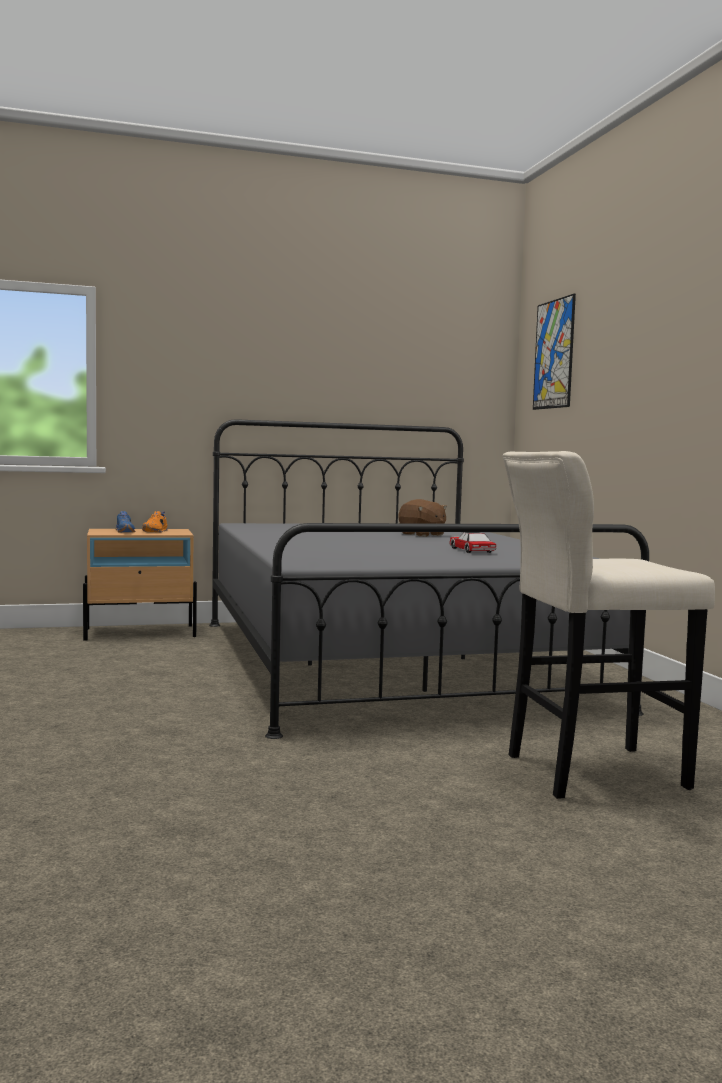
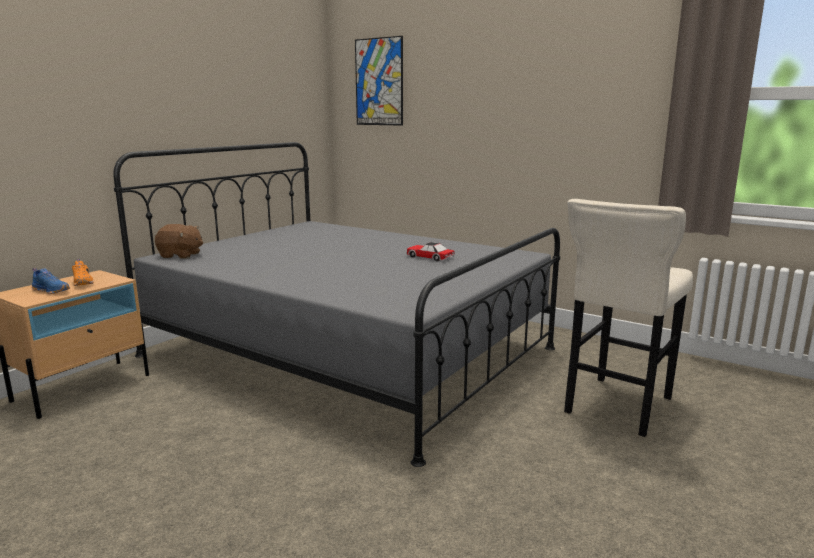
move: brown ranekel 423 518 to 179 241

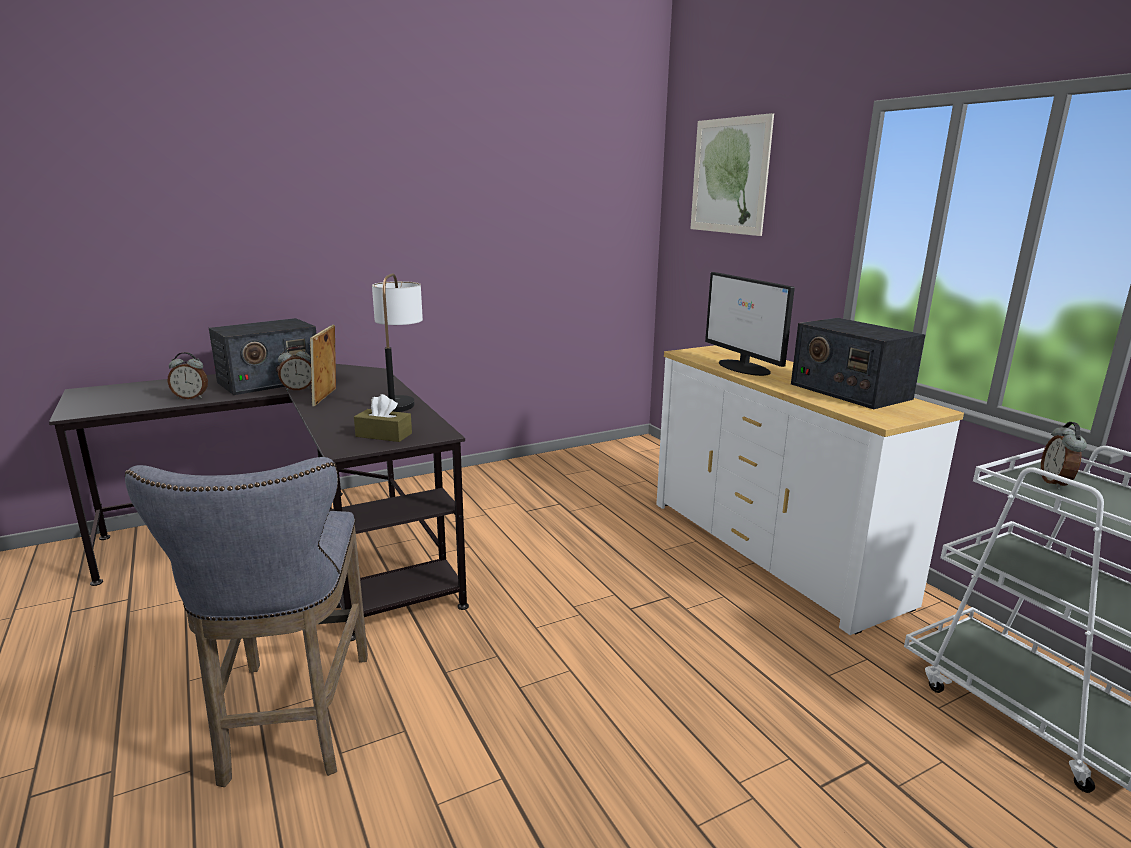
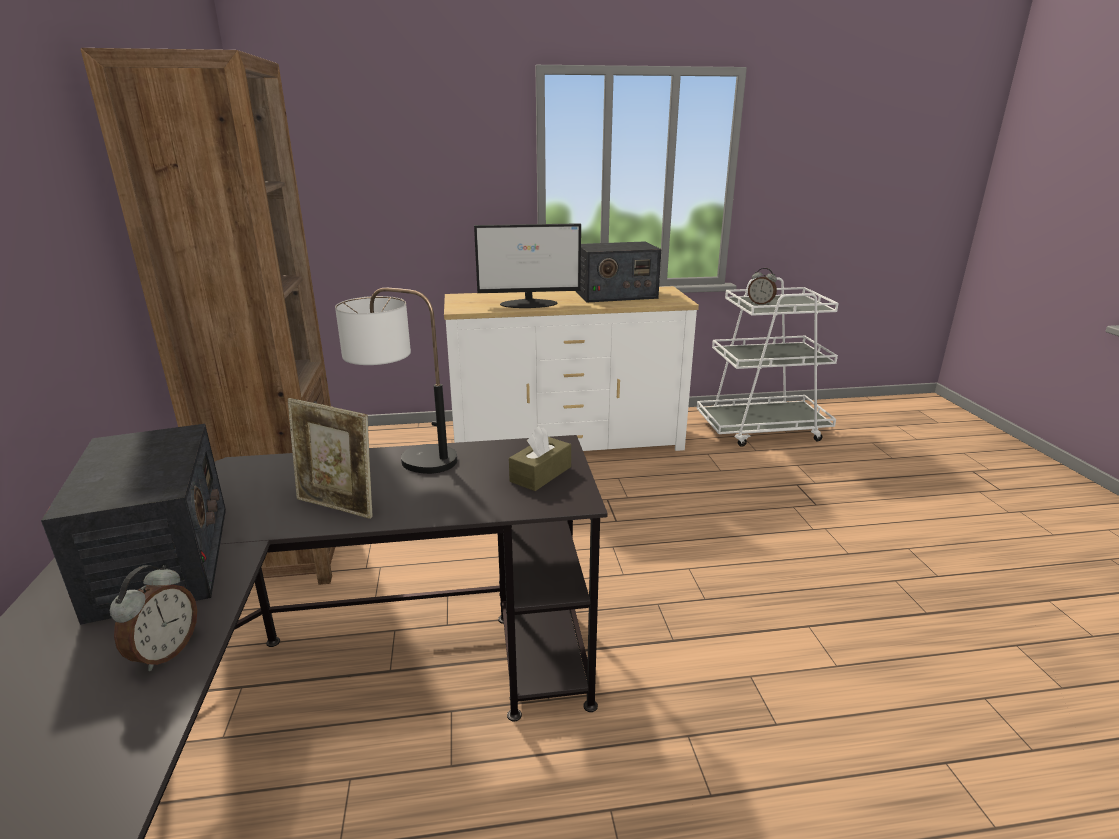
delete: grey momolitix 246 622; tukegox 295 368; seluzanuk 732 174
insert: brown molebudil 208 316

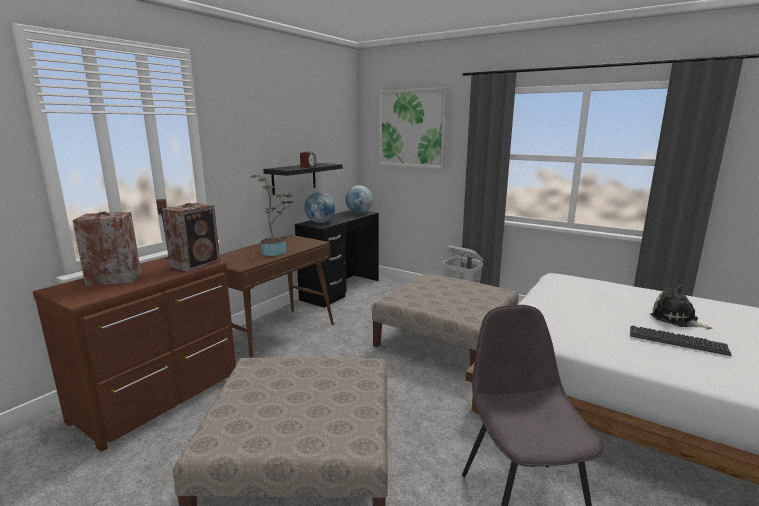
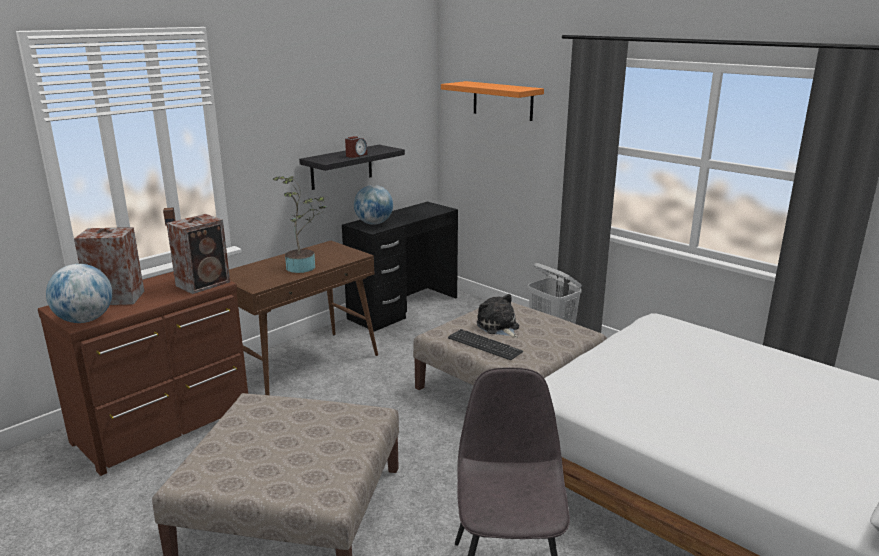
move: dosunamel 359 199 to 79 293; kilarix 680 341 to 485 344; ranekel 681 307 to 498 316
replace: seluzanuk 413 128 to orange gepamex 492 101

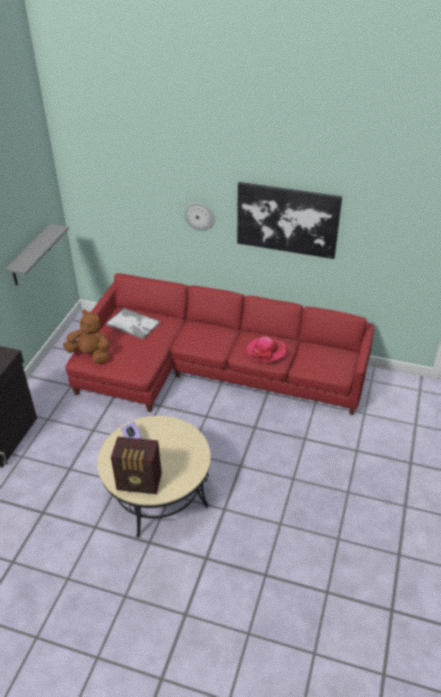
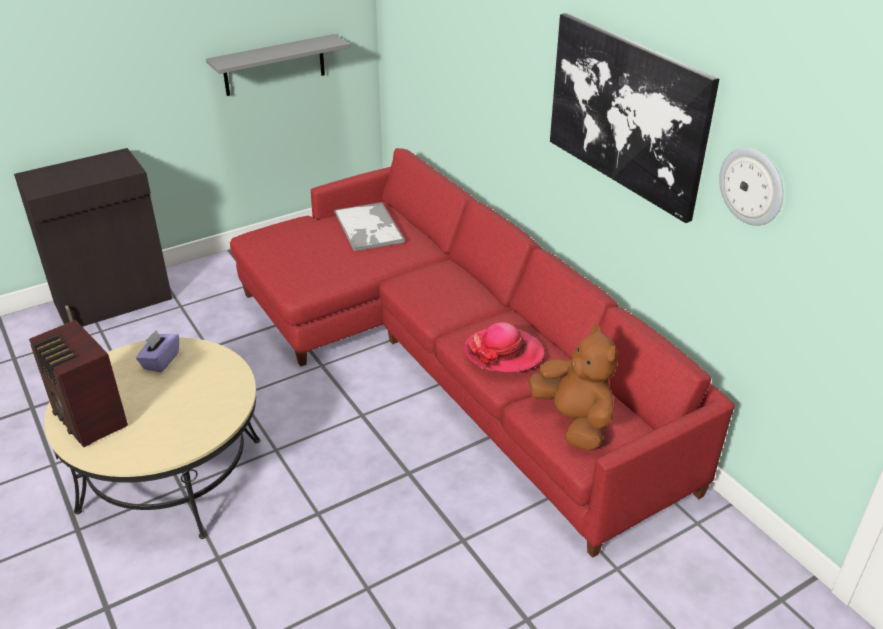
move: brown ranekel 86 337 to 573 387; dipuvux 199 216 to 751 187

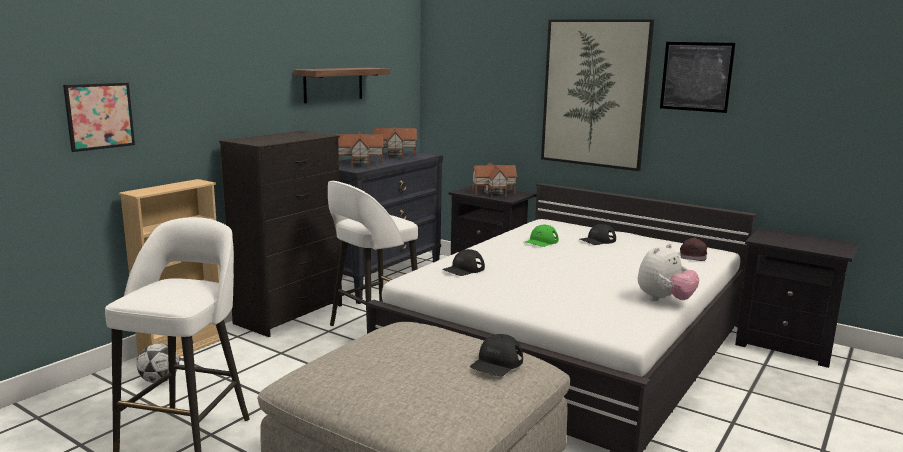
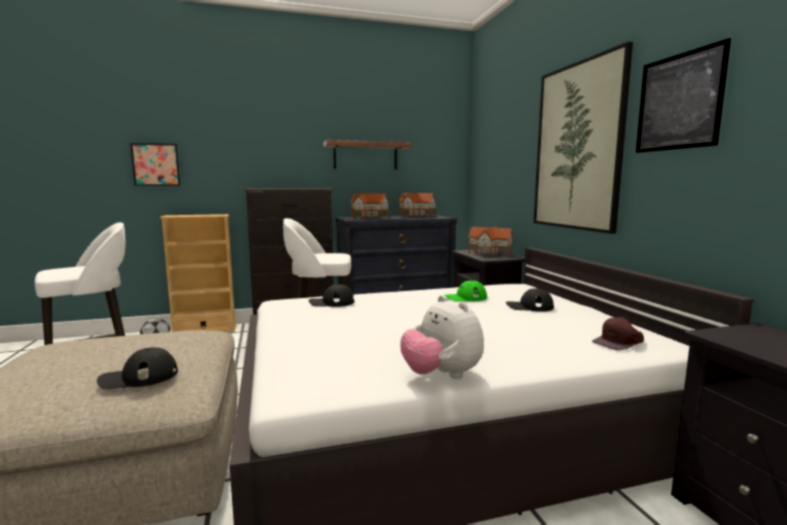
rotate: ranekel 668 272 = 442 337 60 degrees clockwise

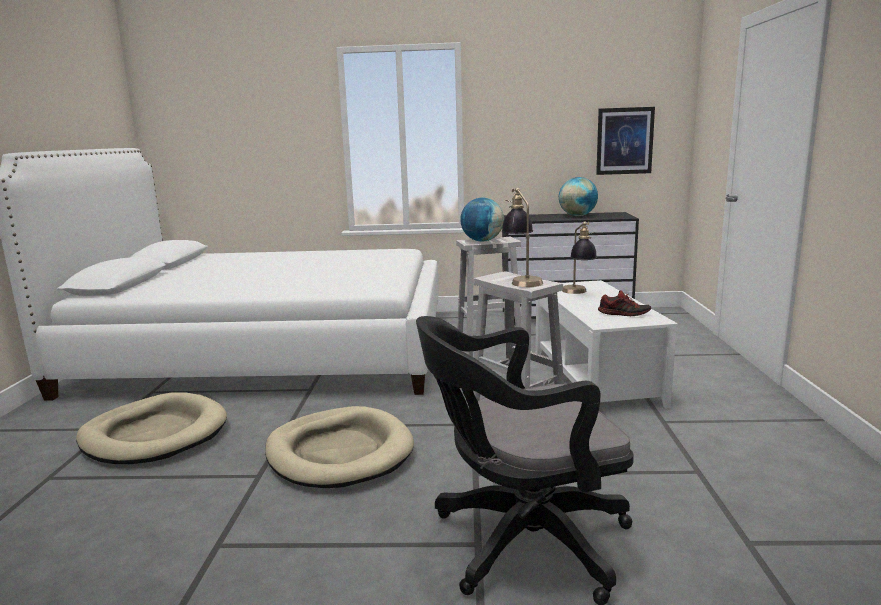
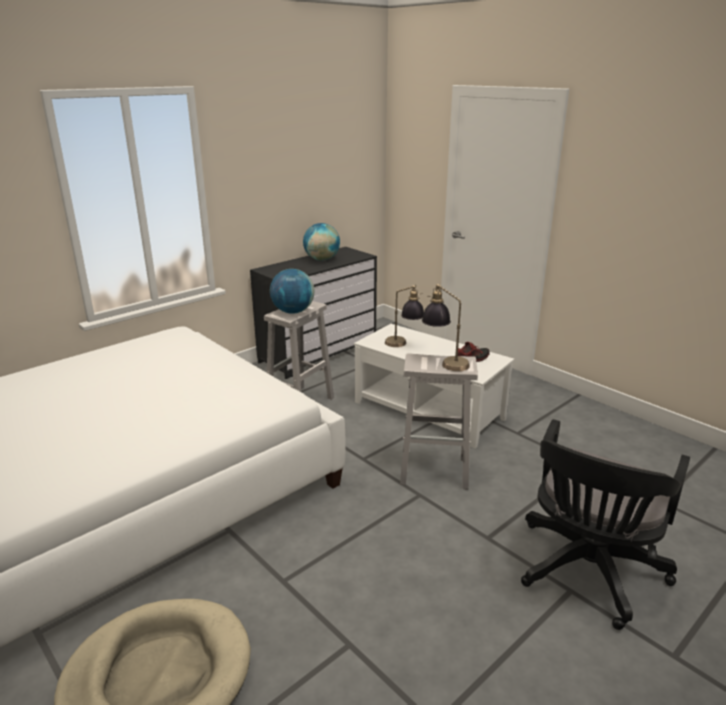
delete: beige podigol 339 447; seluzanuk 625 141

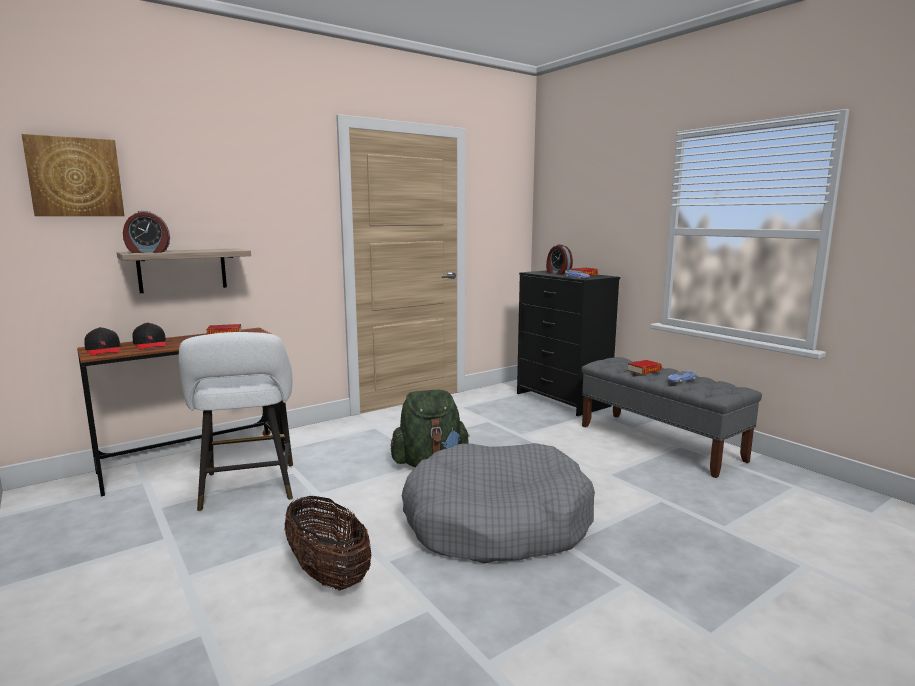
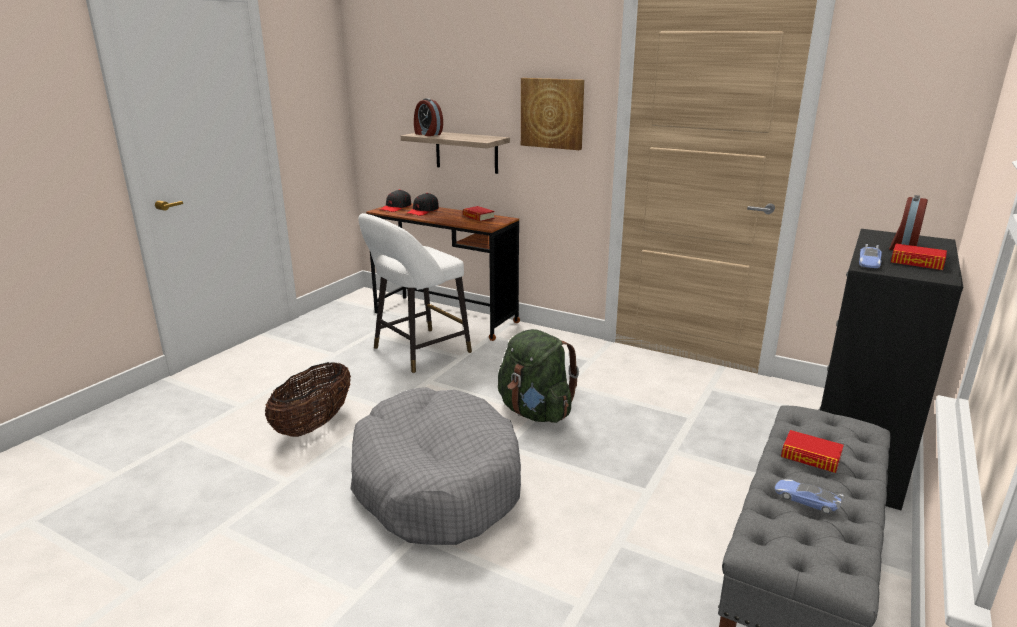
move: seluzanuk 73 175 to 552 114

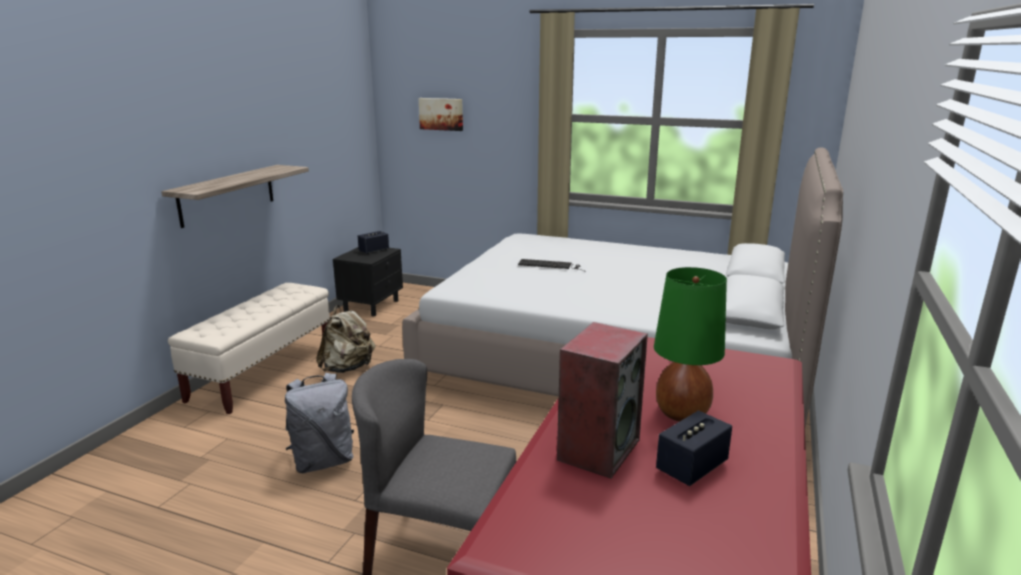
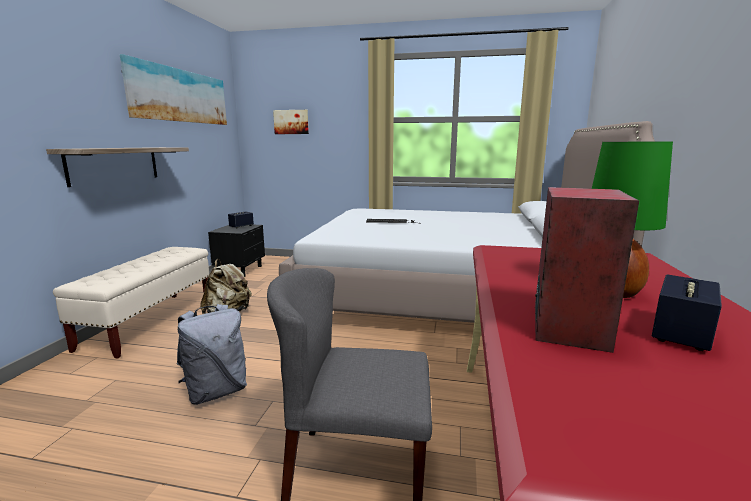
insert: seluzanuk 173 89

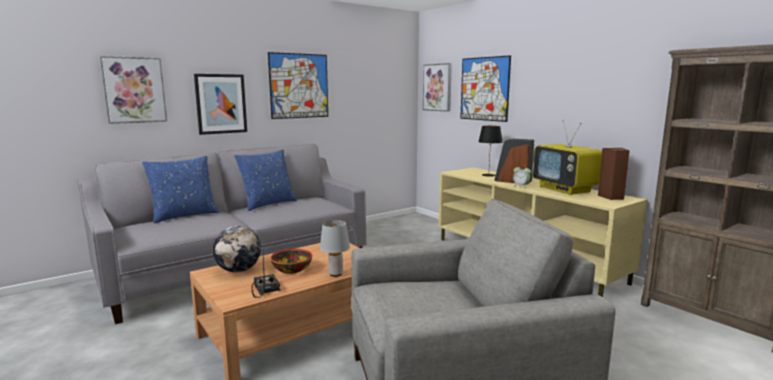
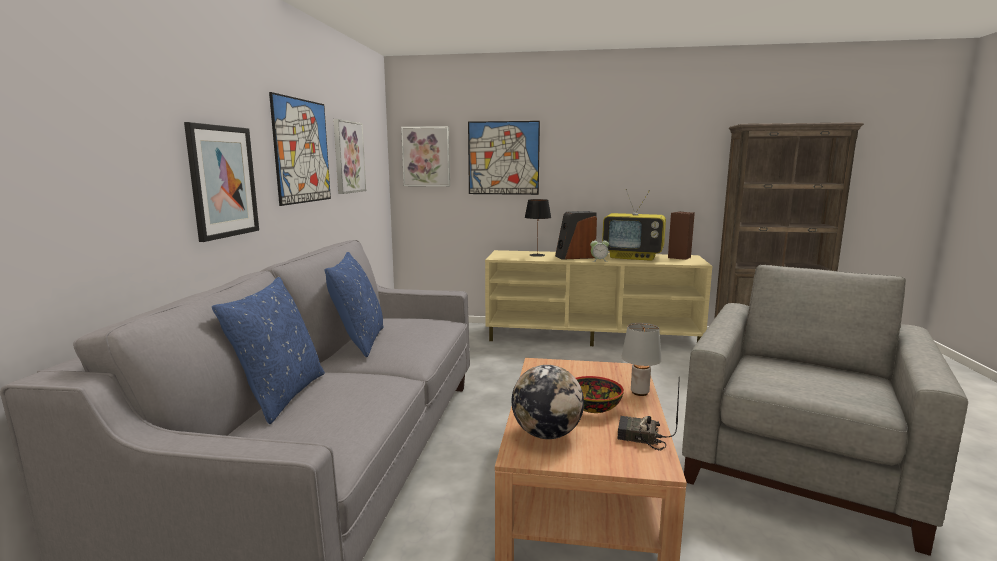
move: seluzanuk 133 90 to 349 156

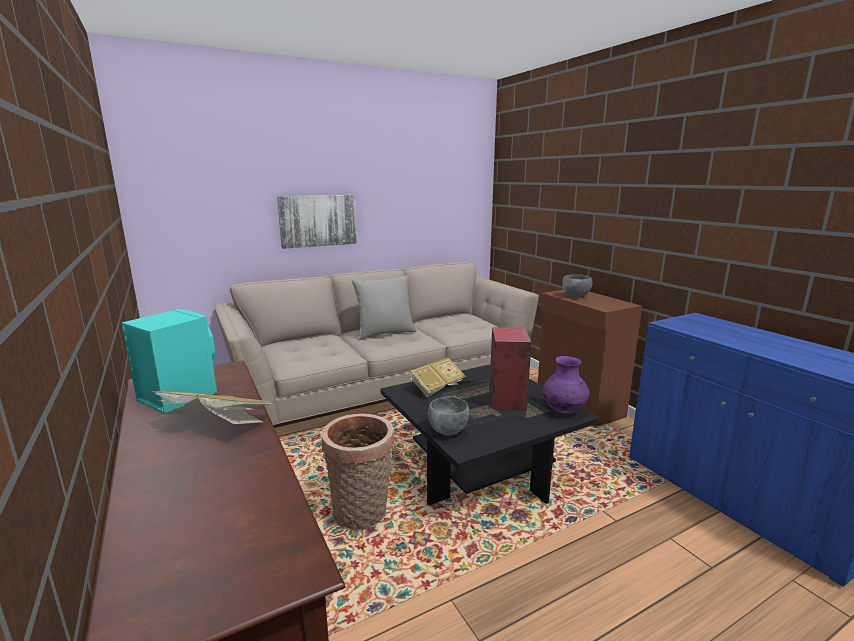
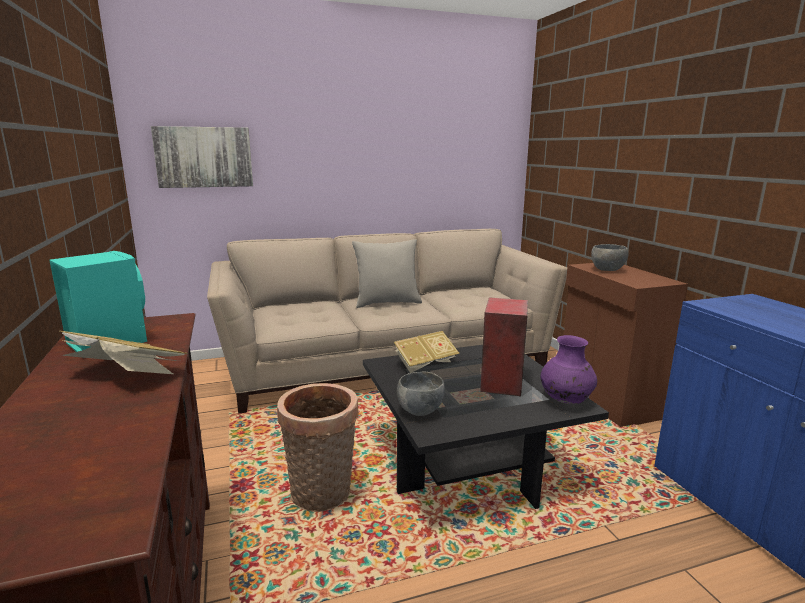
move: seluzanuk 317 222 to 202 157

